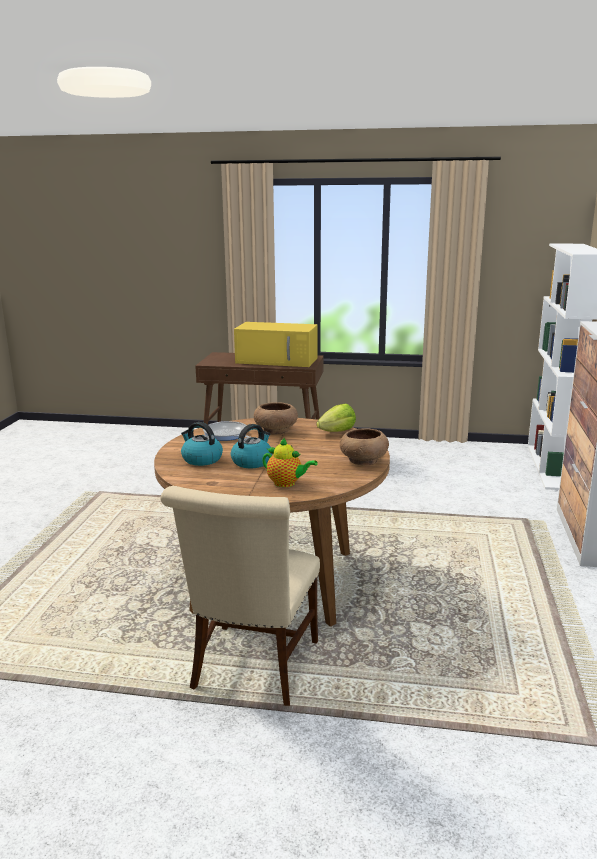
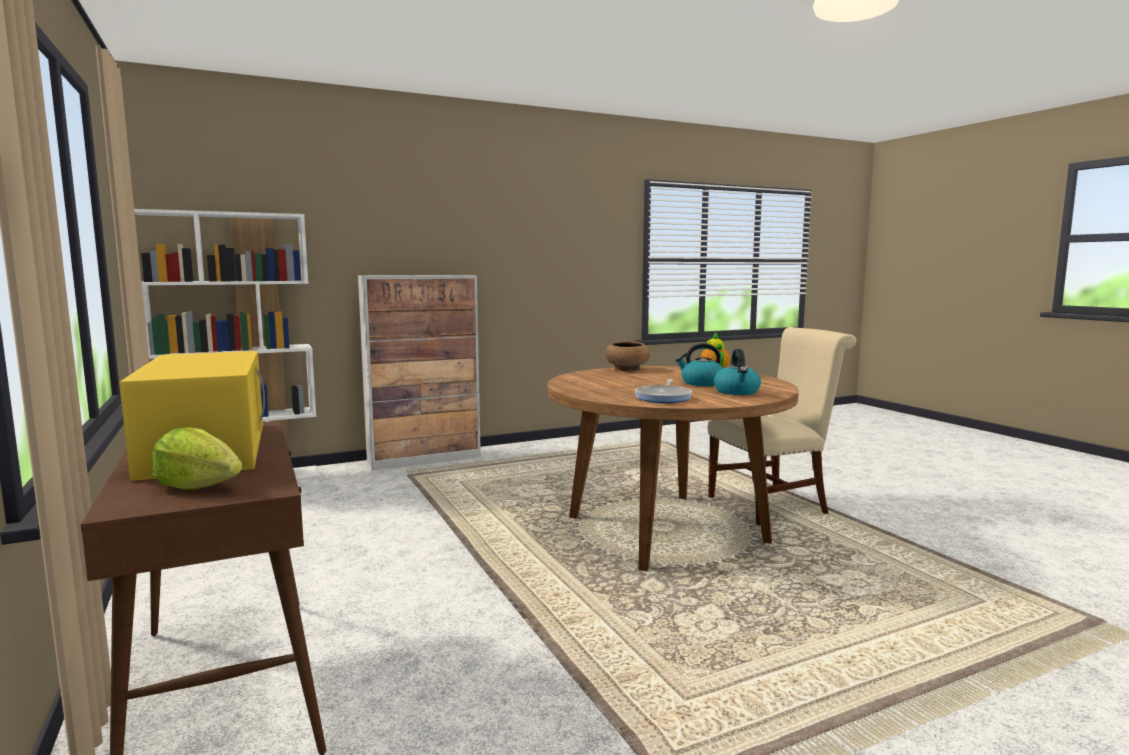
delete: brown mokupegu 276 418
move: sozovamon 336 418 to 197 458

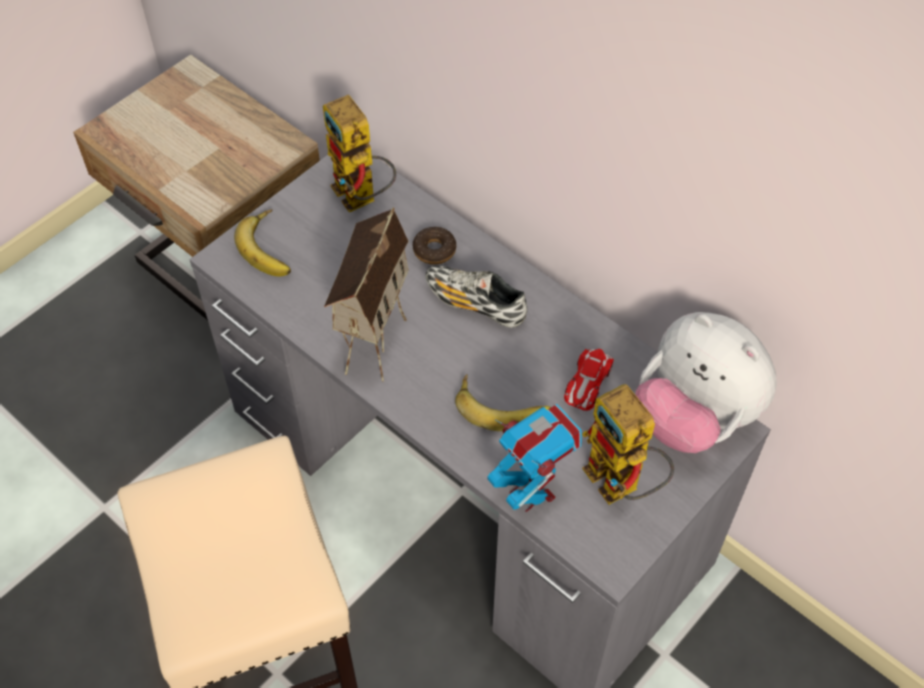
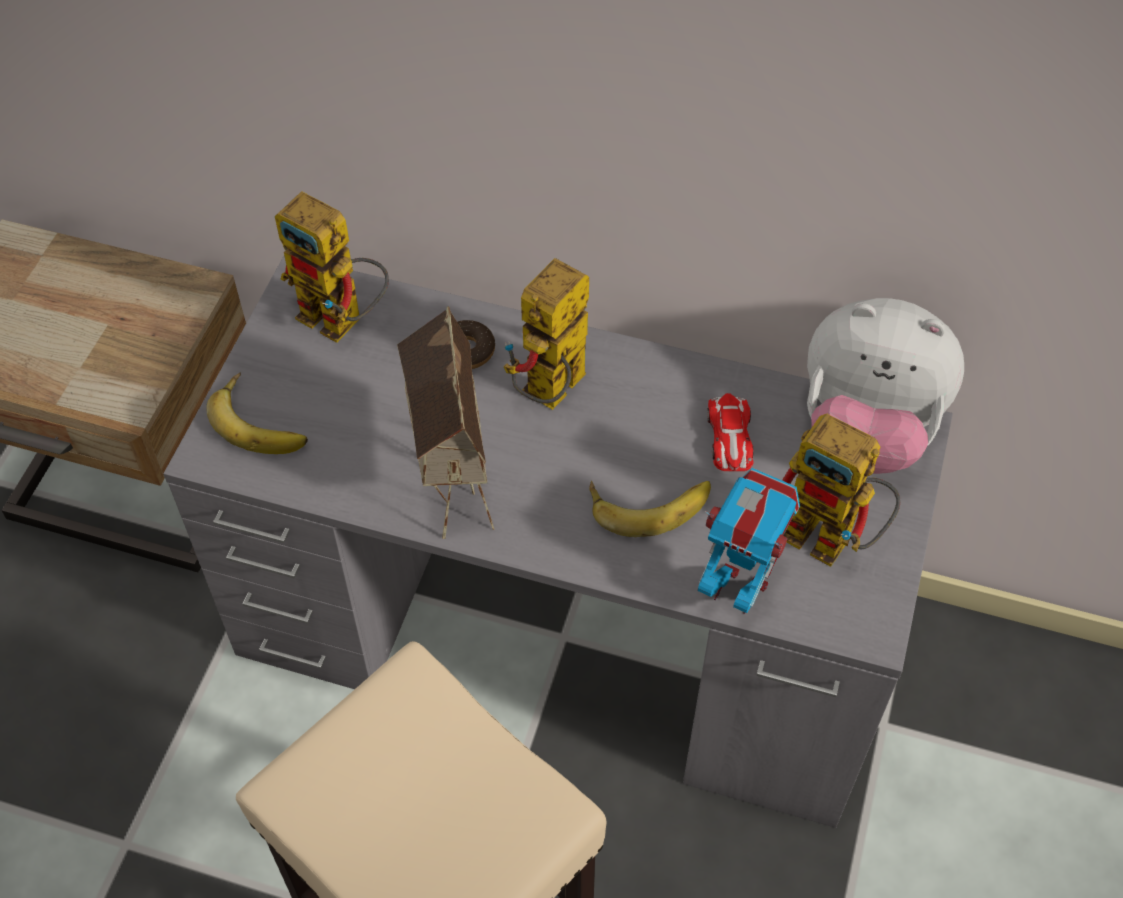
replace: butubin 476 297 to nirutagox 546 334

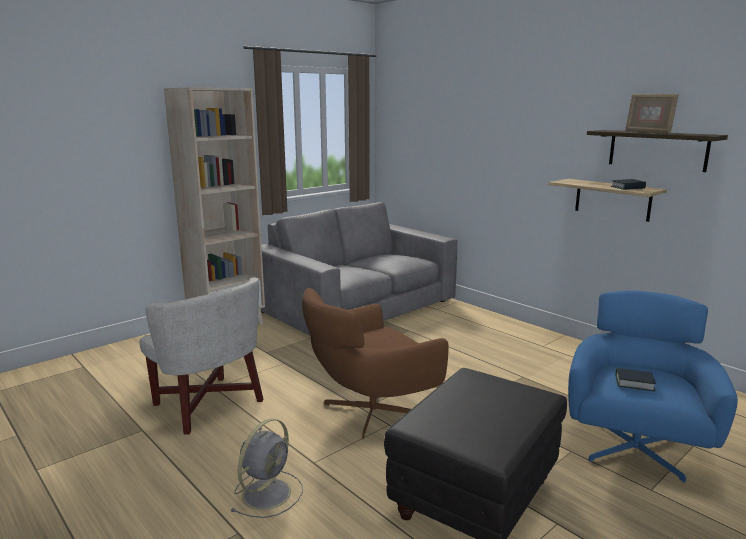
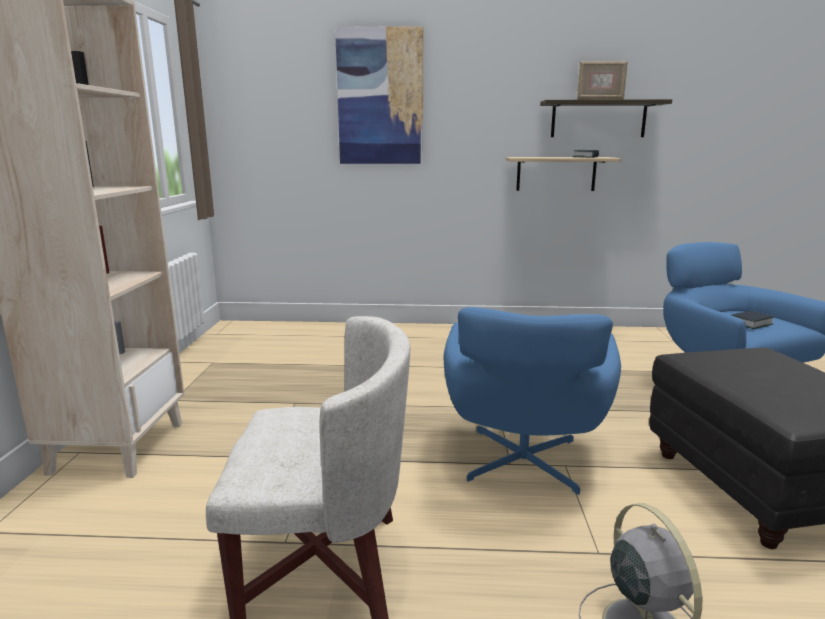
delete: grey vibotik 359 269
insert: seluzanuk 379 95
recolor: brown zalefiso 375 363 to blue zalefiso 532 401

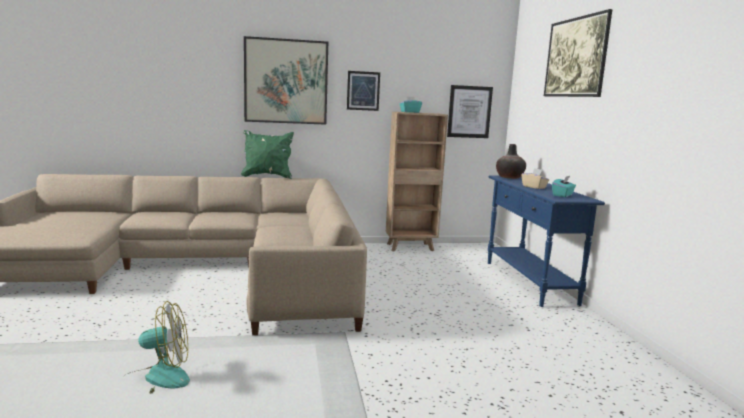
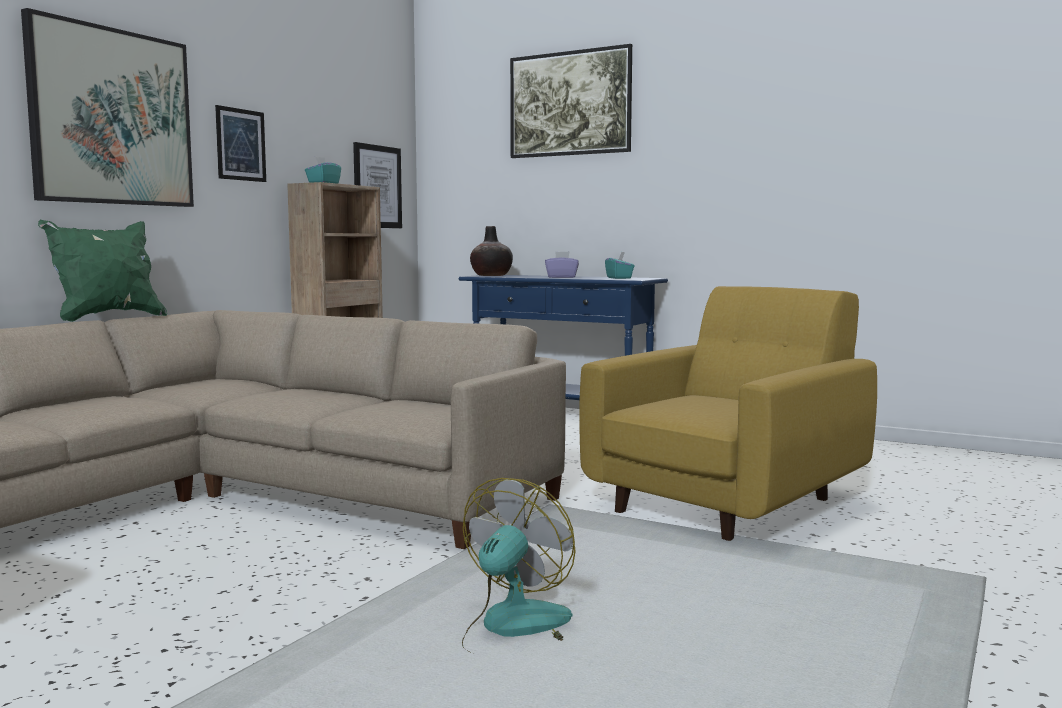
insert: yellow zalefiso 728 413
recolor: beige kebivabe 535 178 to purple kebivabe 562 264

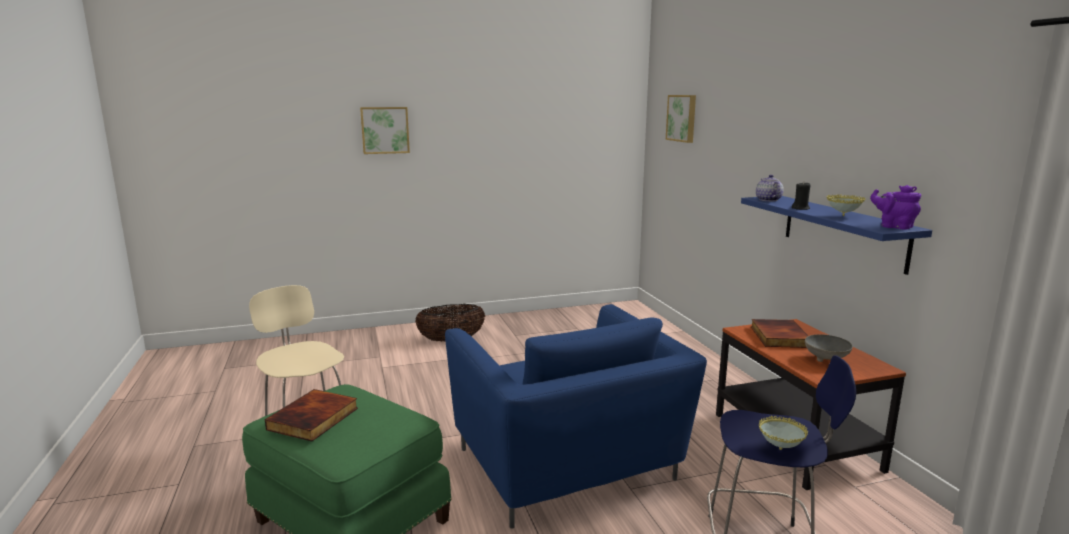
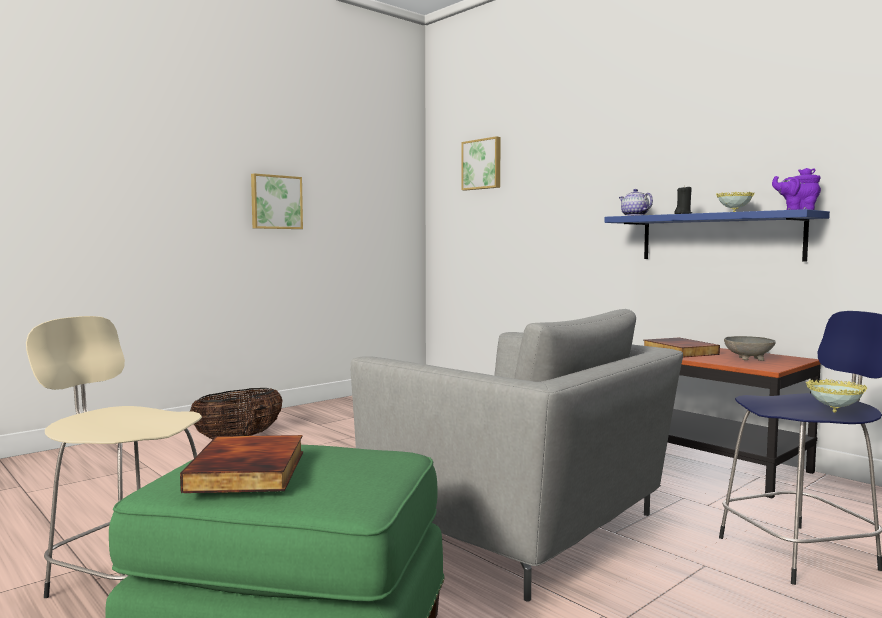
move: seluzanuk 385 130 to 277 201
recolor: blue zalefiso 576 416 to grey zalefiso 516 455

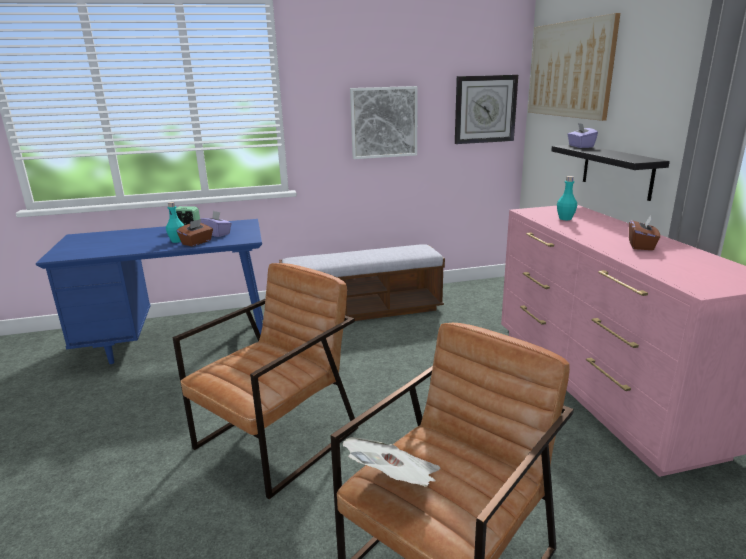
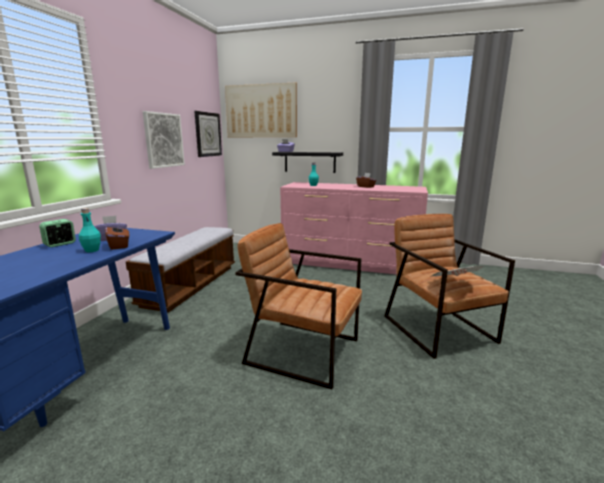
rotate: brown zalefiso 265 381 = 298 306 45 degrees counterclockwise

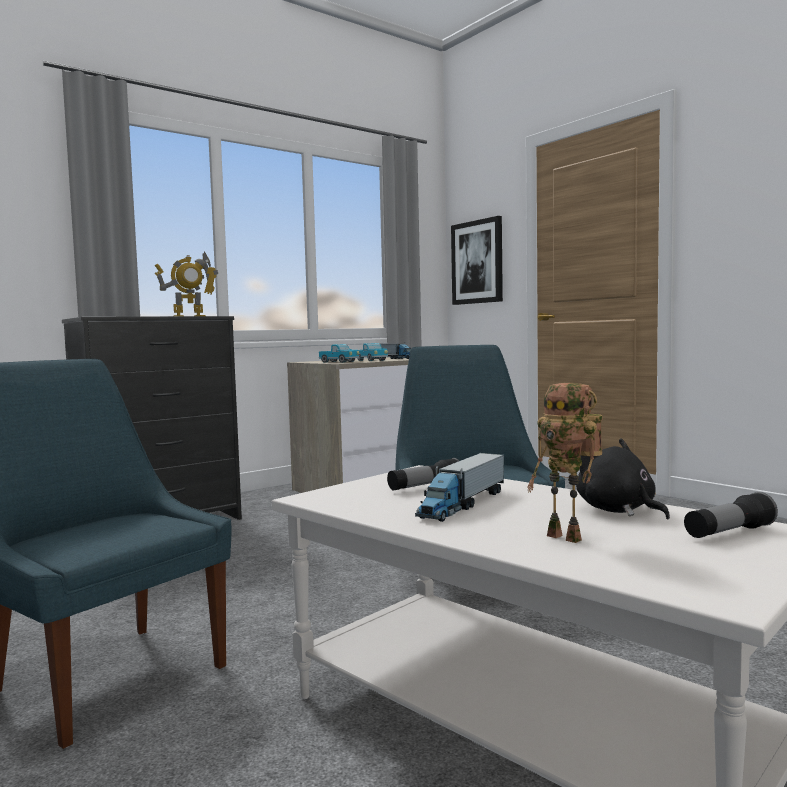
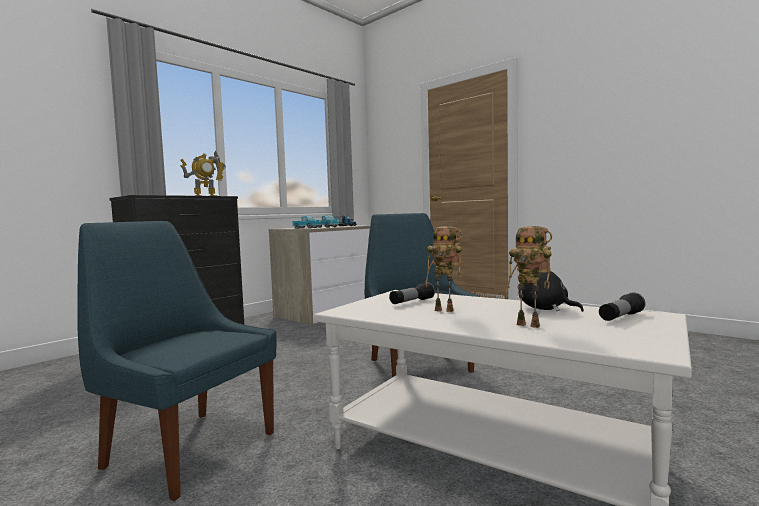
delete: seluzanuk 477 260
replace: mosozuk 459 487 to nirutagox 444 269

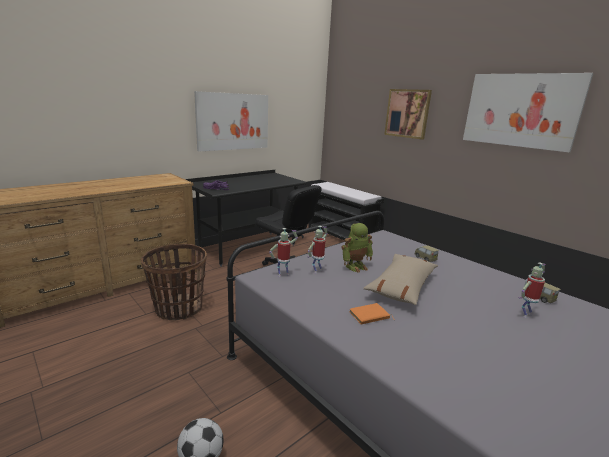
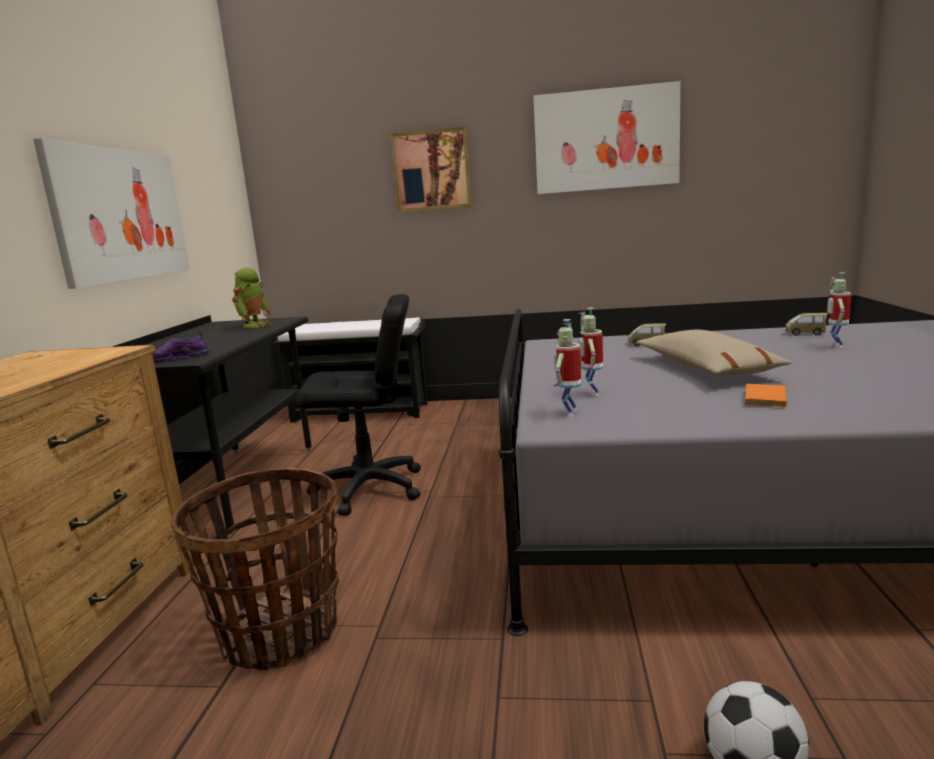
move: nirutagox 357 248 to 251 297

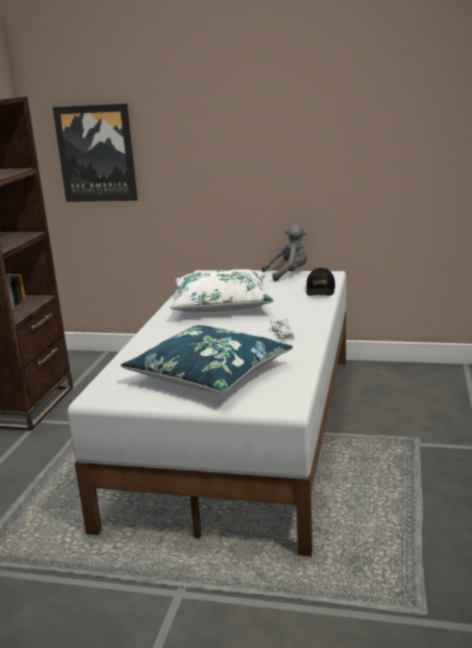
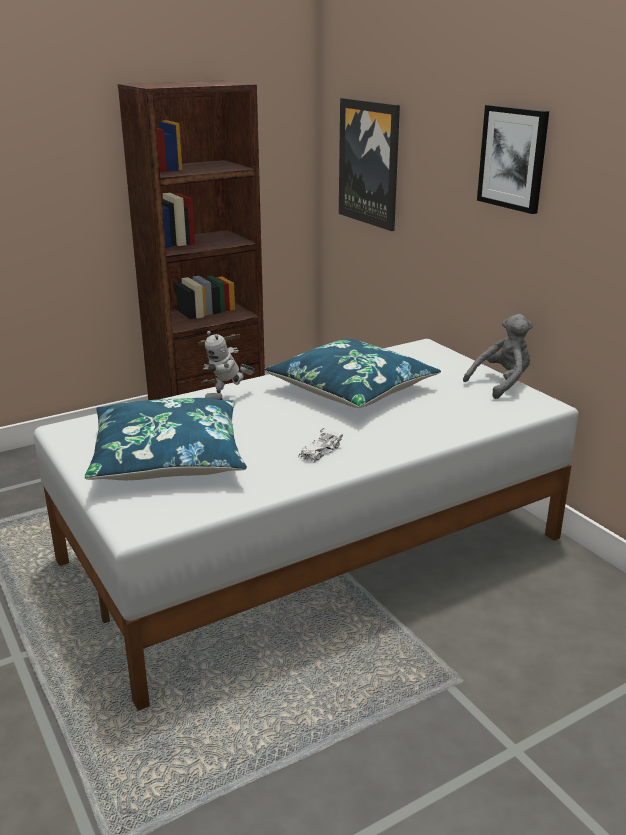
delete: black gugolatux 320 282
insert: nirutagox 229 365; seluzanuk 513 159
recolor: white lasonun 222 290 to blue lasonun 352 373
rotate: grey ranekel 285 253 = 498 356 60 degrees counterclockwise

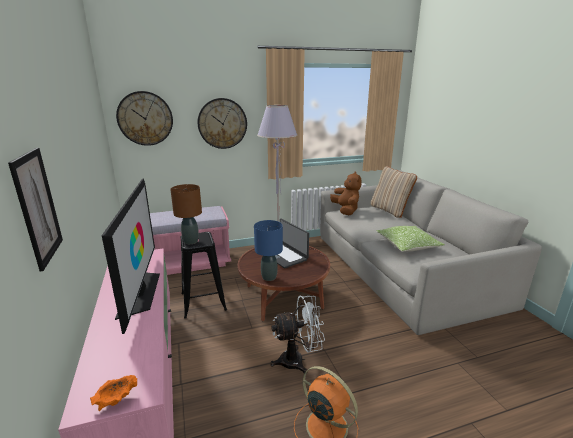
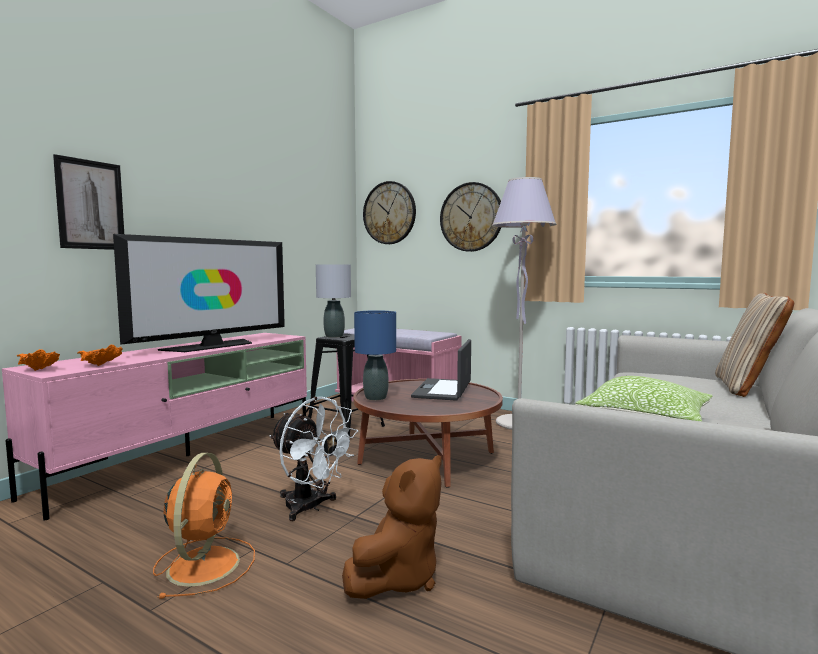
insert: orange mokupegu 100 355
move: brown ranekel 346 193 to 392 527
recolor: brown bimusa 186 214 to grey bimusa 333 301

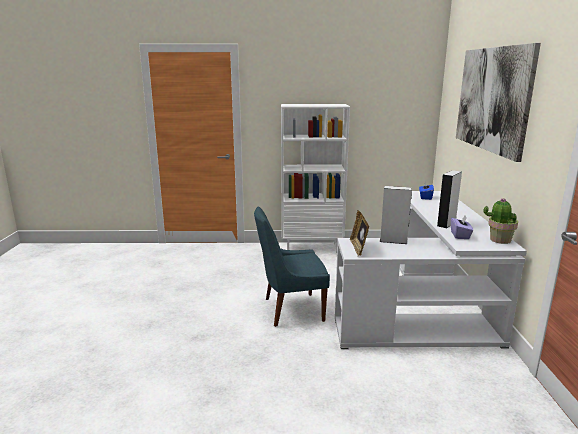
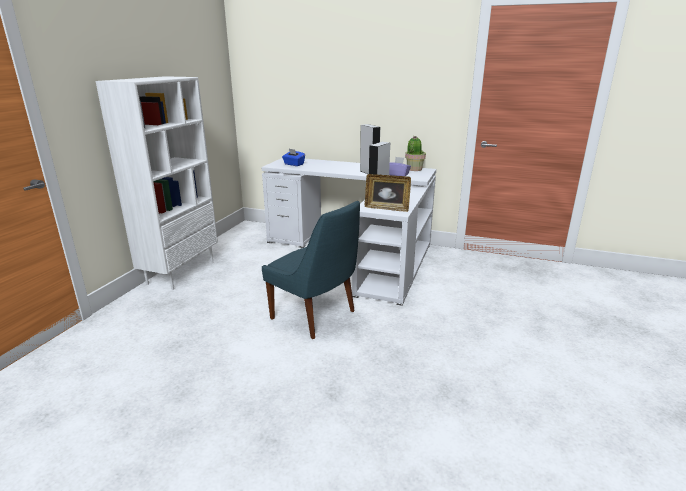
delete: seluzanuk 498 102
rotate: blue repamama 292 266 = 311 270 60 degrees counterclockwise

